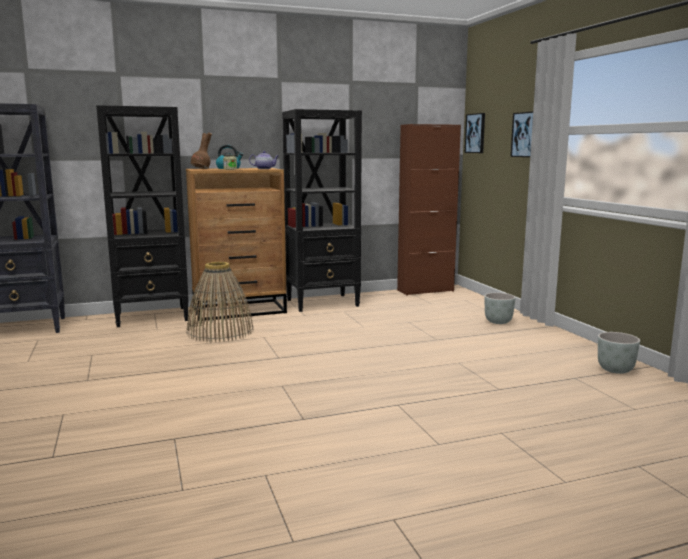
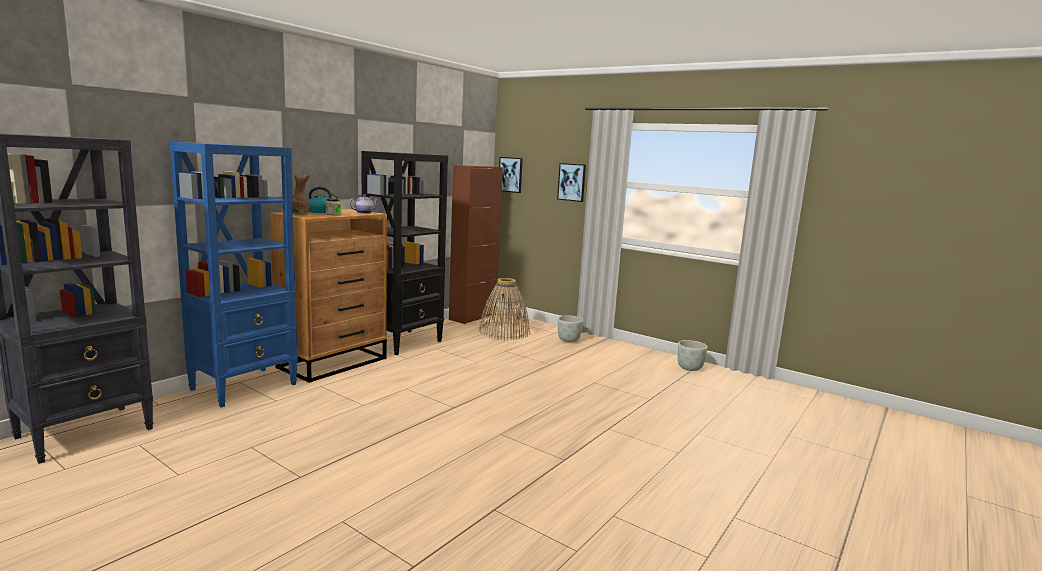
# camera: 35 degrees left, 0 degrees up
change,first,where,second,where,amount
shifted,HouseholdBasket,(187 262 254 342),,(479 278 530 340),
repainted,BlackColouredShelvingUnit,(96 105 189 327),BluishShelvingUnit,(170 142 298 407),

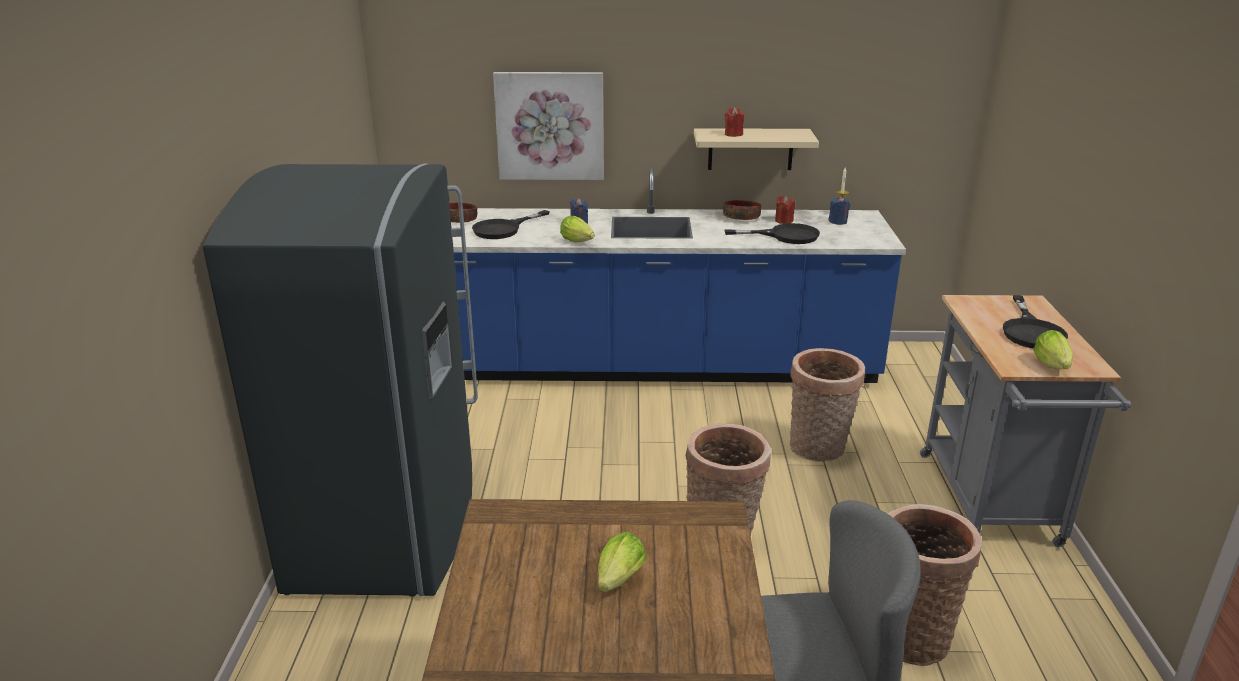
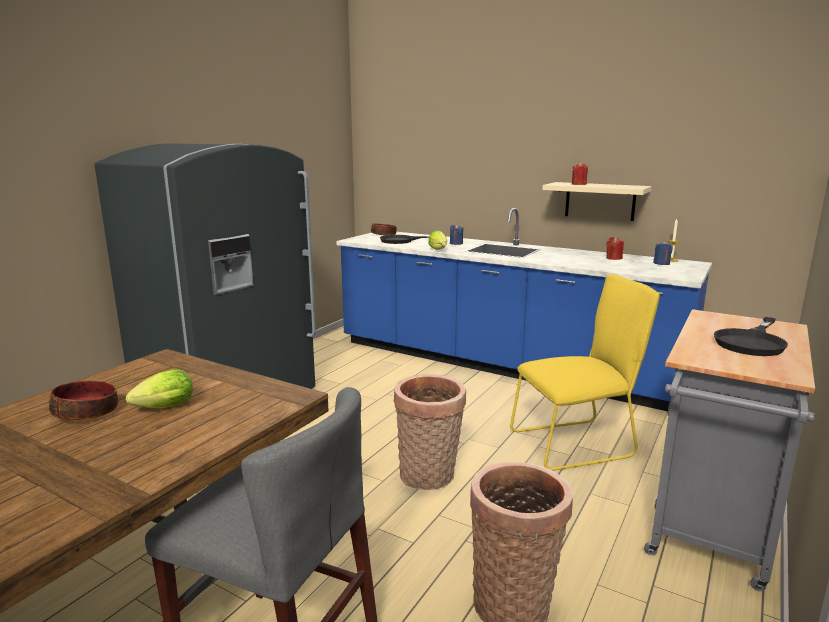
# camera: 30 degrees right, 10 degrees down
change,first,where,second,where,amount
gone,WallArt,(493 72 604 180),,,
gone,BlackColouredFryingPan,(724 223 820 244),,,
gone,HeadOfLettuce,(1033 330 1073 369),,,
shifted,DeepDish,(723 200 761 220),,(49 381 118 421),
swapped,HouseholdBasket,(790 348 865 462),YellowColouredUprightChair,(510 274 660 471),

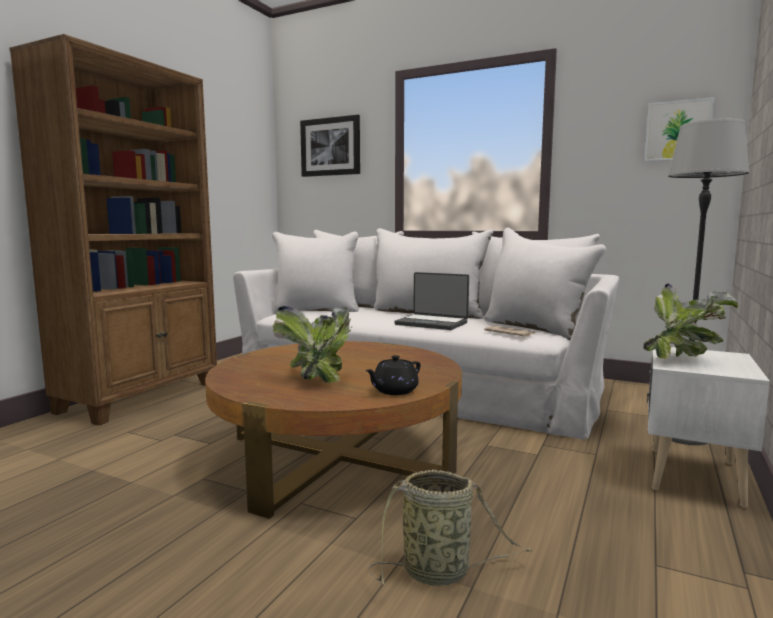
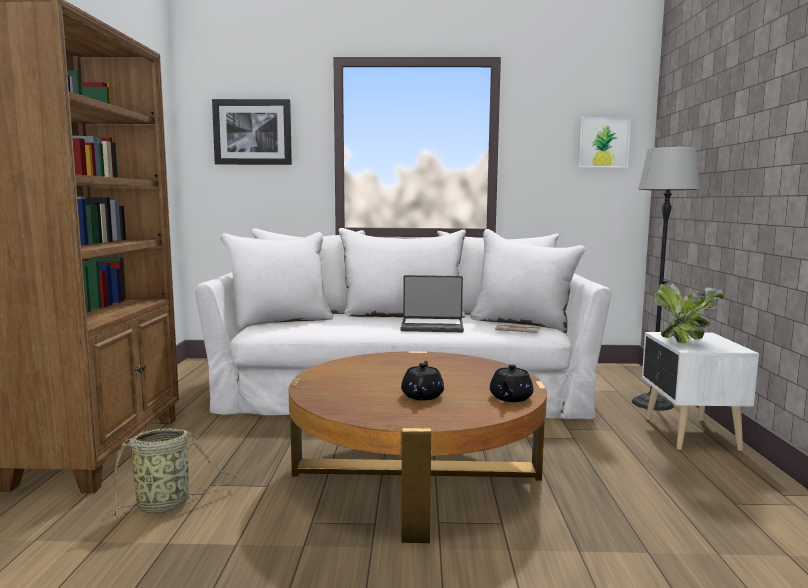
# camera: 25 degrees left, 0 degrees up
change,first,where,second,where,amount
shifted,HouseholdBasket,(368 469 532 586),,(105 428 238 517),
swapped,PlantInAPot,(273 306 352 383),BlackColouredPotForTea,(401 361 444 400),

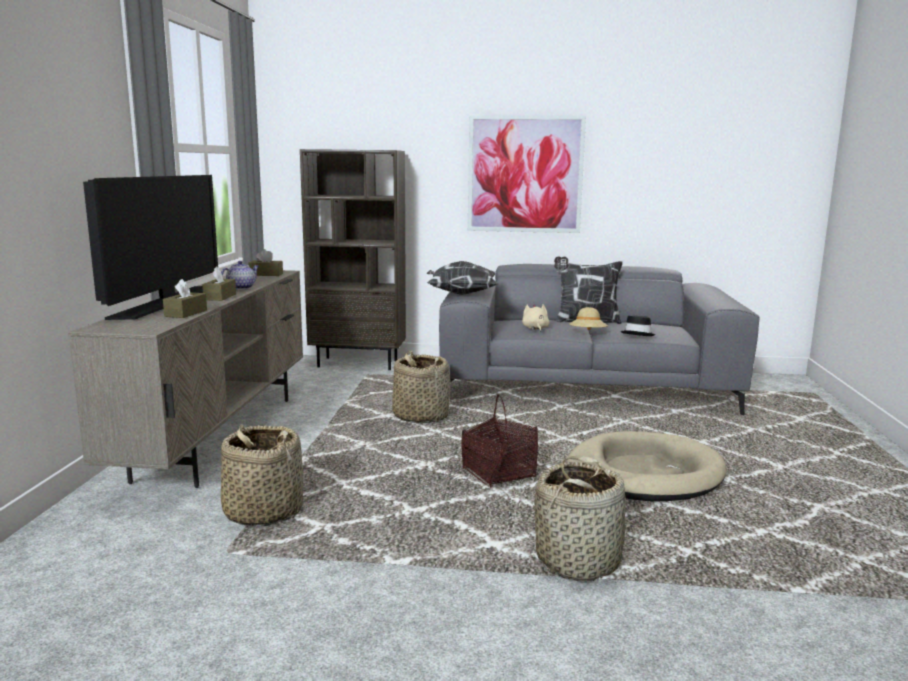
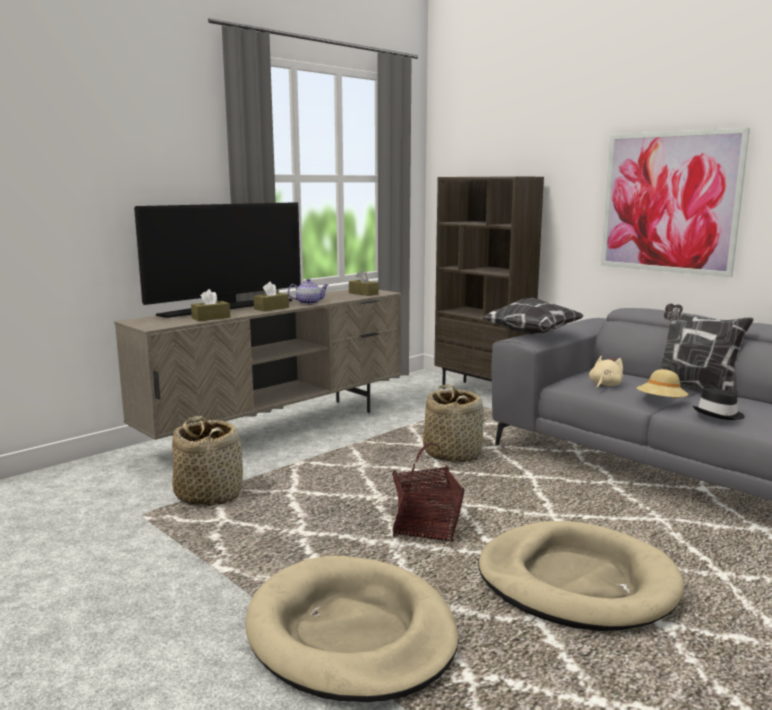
# camera: 40 degrees right, 0 degrees up
change,first,where,second,where,amount
swapped,HouseholdBasket,(535 455 626 581),SandColouredDogBed,(245 555 459 702),

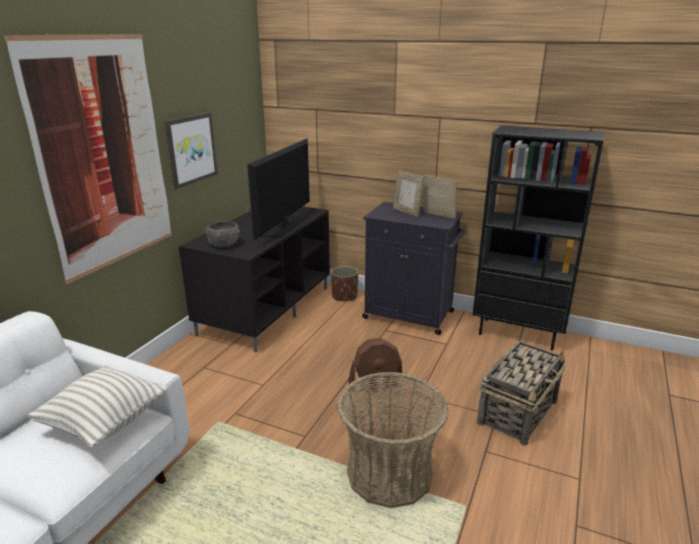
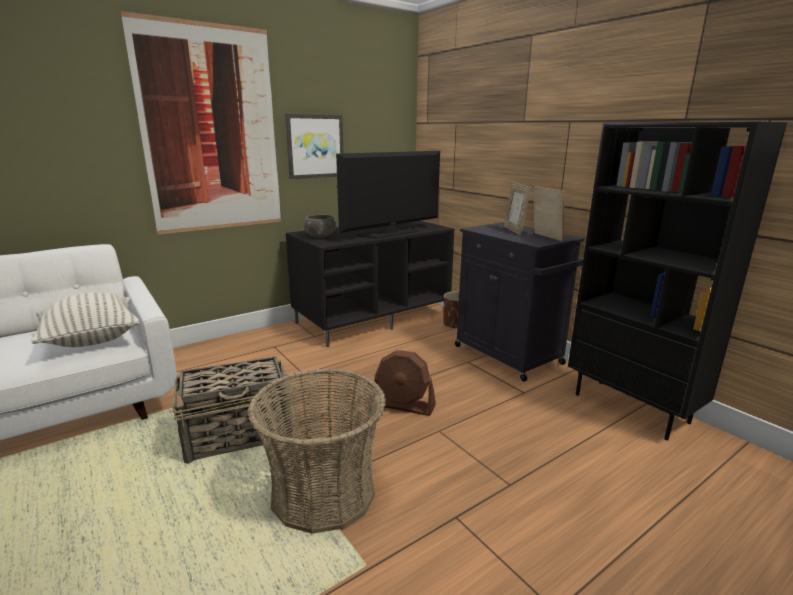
# camera: 30 degrees right, 5 degrees down
change,first,where,second,where,amount
shifted,HouseholdBasket,(477 341 566 446),,(172 356 293 464),

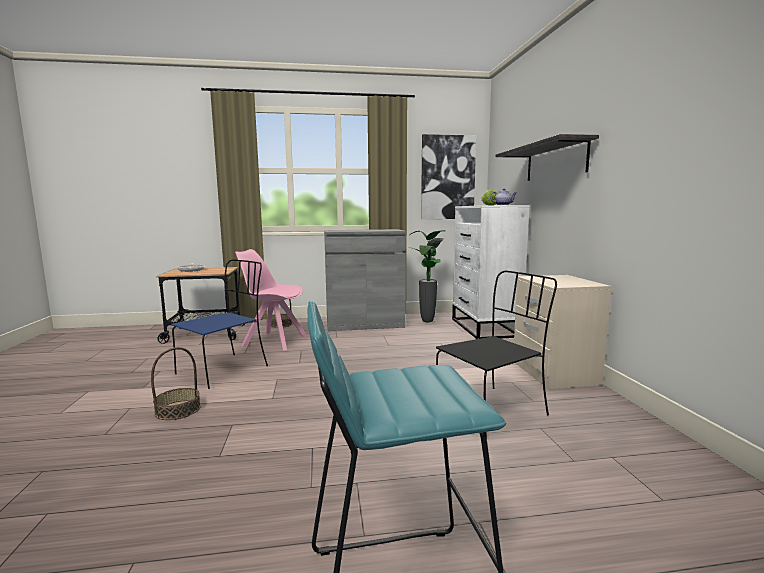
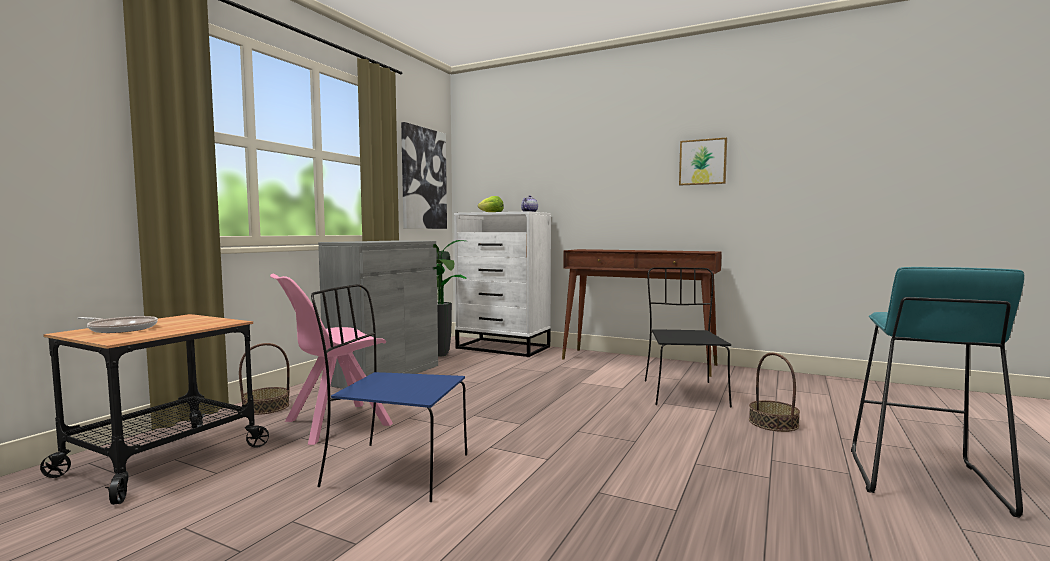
# camera: 55 degrees left, 5 degrees down
change,first,where,second,where,amount
gone,BracketShelf,(495 134 599 181),,,
new,,,WallArt,(679 137 727 185),
shifted,HouseholdBasket,(151 347 201 420),,(749 353 800 432),
swapped,SandColouredBedsideTable,(514 275 611 389),BrownColouredConsoleTable,(562 249 722 377),
rotated,BluishUprightChair,(171 259 268 389),,(311 284 467 502),60 degrees counterclockwise

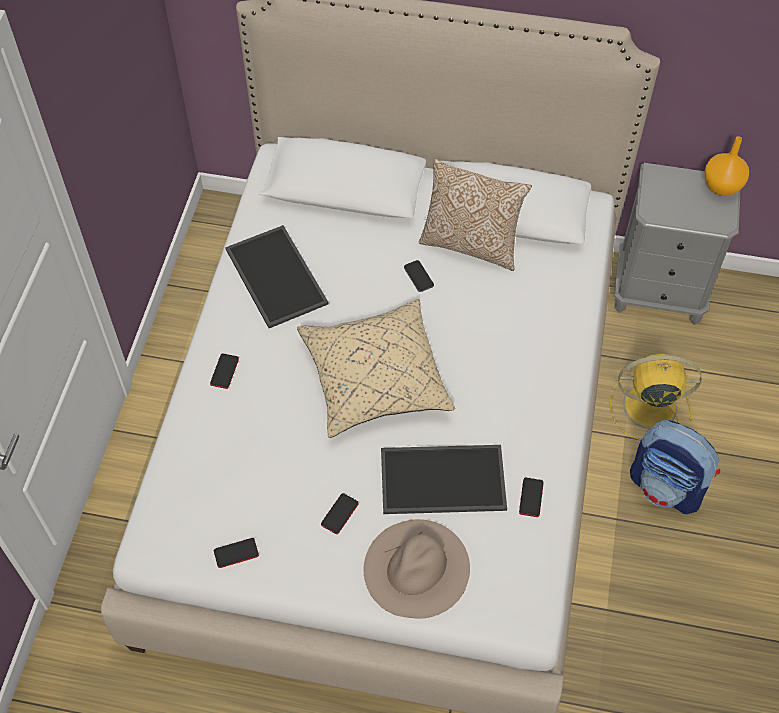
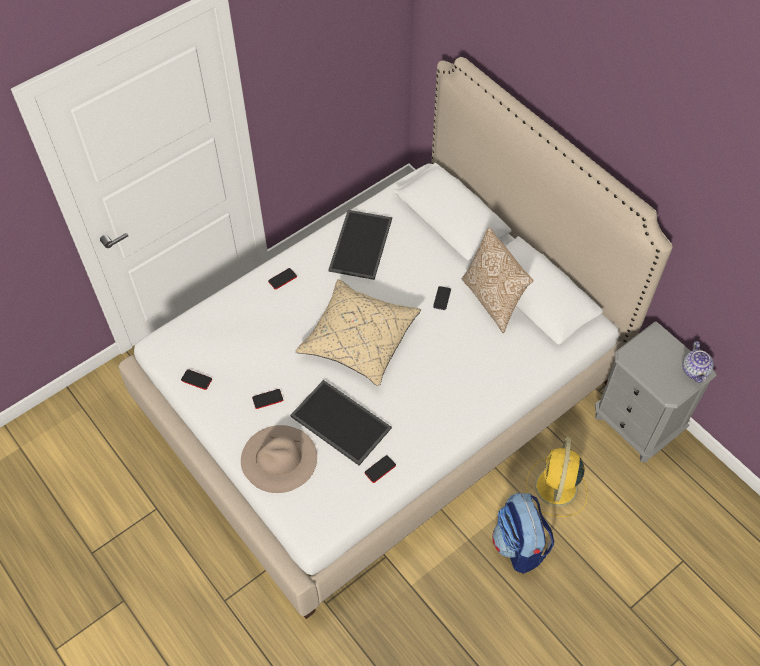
# camera: 40 degrees right, 0 degrees up
change,first,where,second,where,amount
swapped,OrangeColouredDecorativeVase,(704 136 749 196),PotForTea,(682 341 714 383),
rotated,YellowColouredElectricFan,(610 354 702 440),,(526 437 587 517),120 degrees counterclockwise

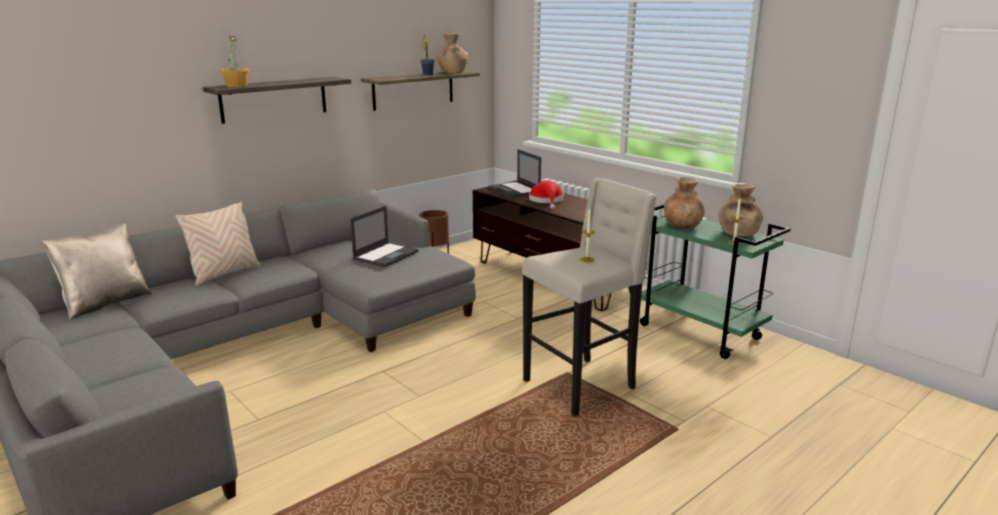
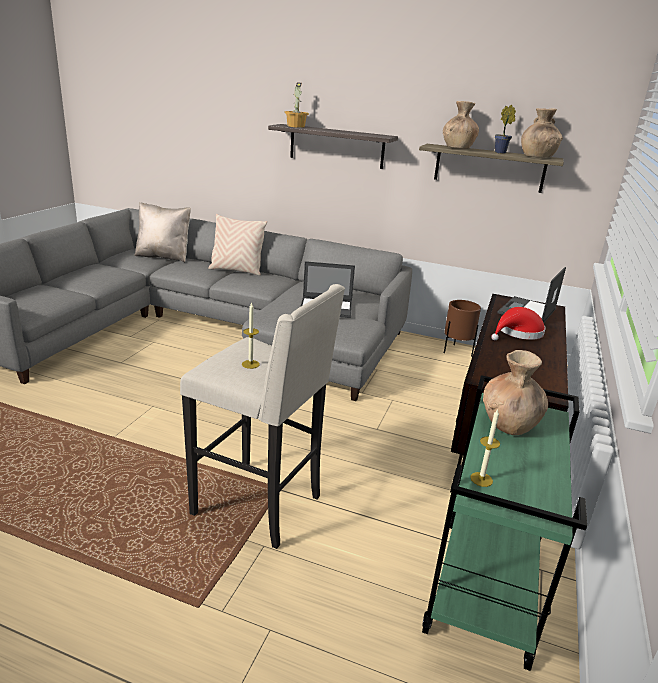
# camera: 60 degrees right, 5 degrees up
change,first,where,second,where,amount
shifted,BrownColouredDecorativeVase,(718 184 763 236),,(443 101 479 149),

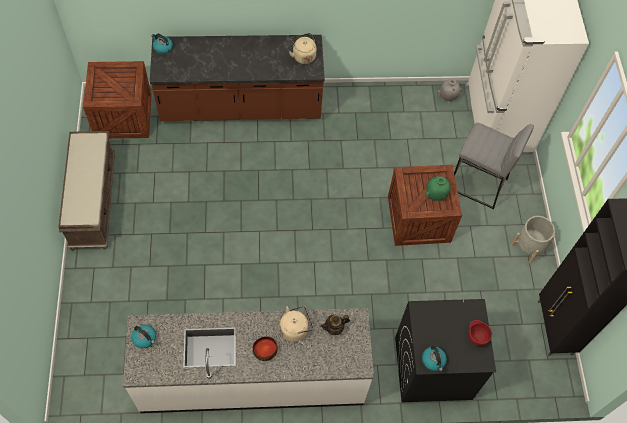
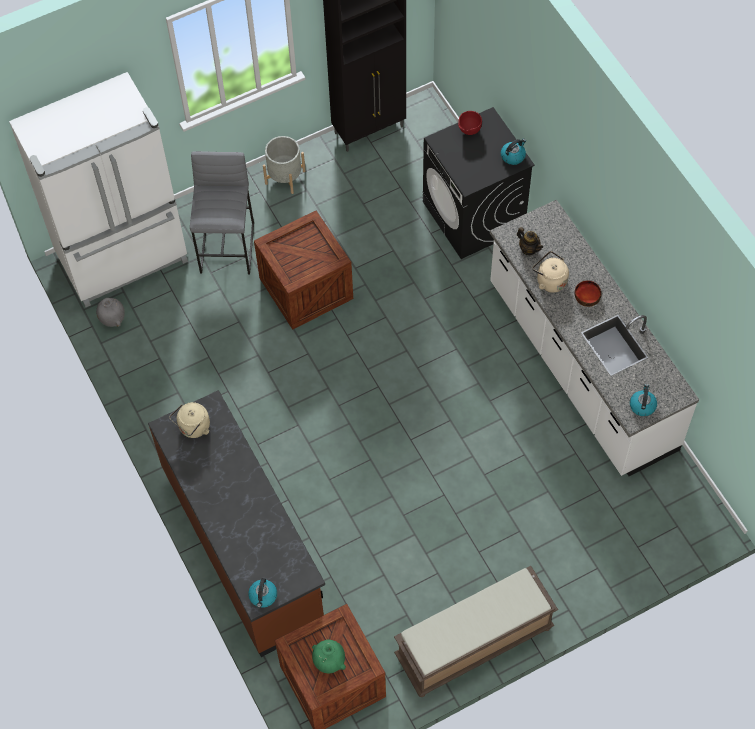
# camera: 110 degrees left, 0 degrees up
change,first,where,second,where,amount
shifted,GreenishDecorativeVase,(425 176 451 201),,(312 640 346 673),

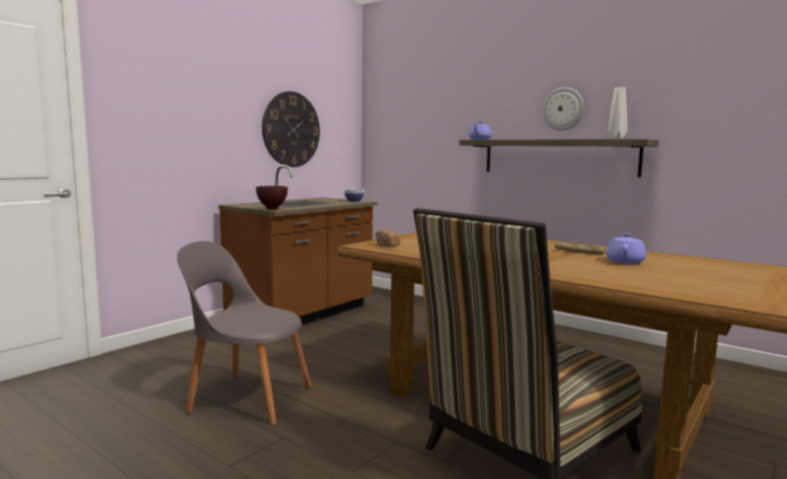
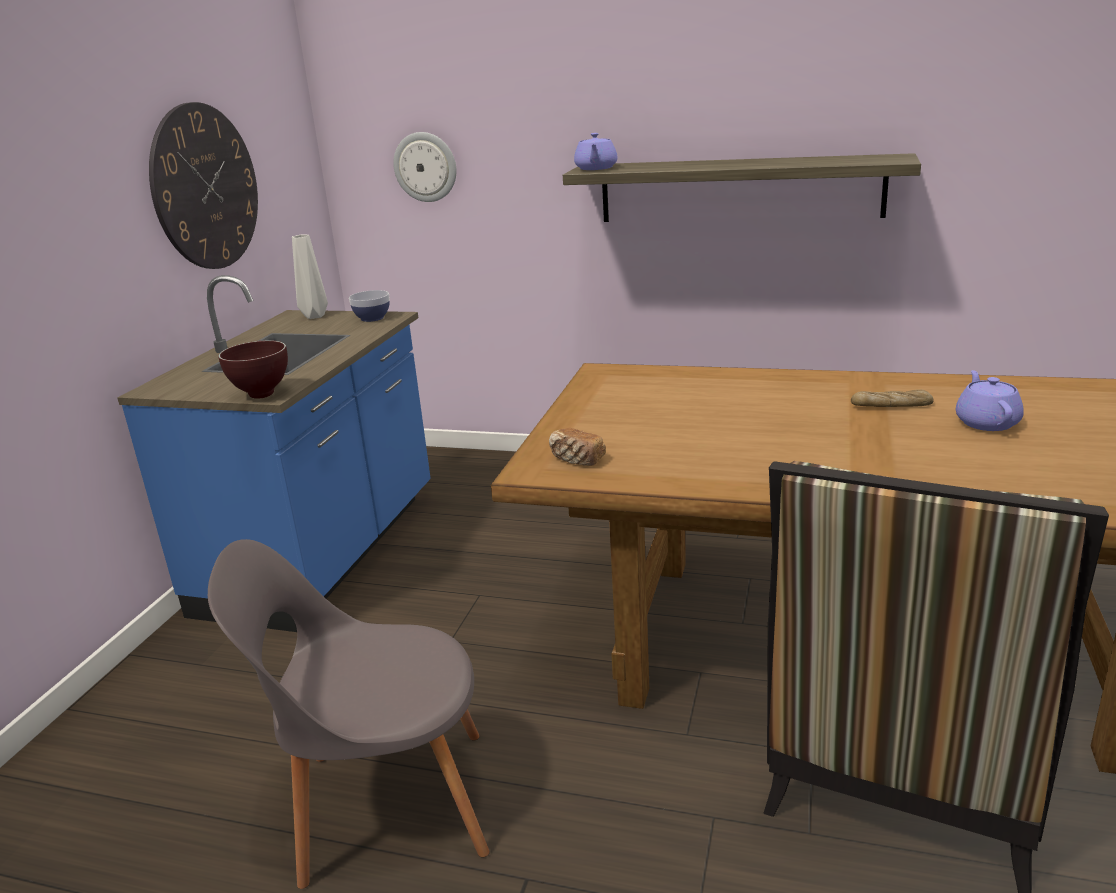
# camera: 20 degrees left, 15 degrees up
change,first,where,second,where,amount
shifted,HangingClock,(543 87 584 131),,(393 132 456 202),
shifted,GreyishDecorativeVase,(608 87 628 139),,(292 235 328 319),
repainted,BrownColouredCounter,(218 165 377 325),BluishCounter,(117 275 431 632),

